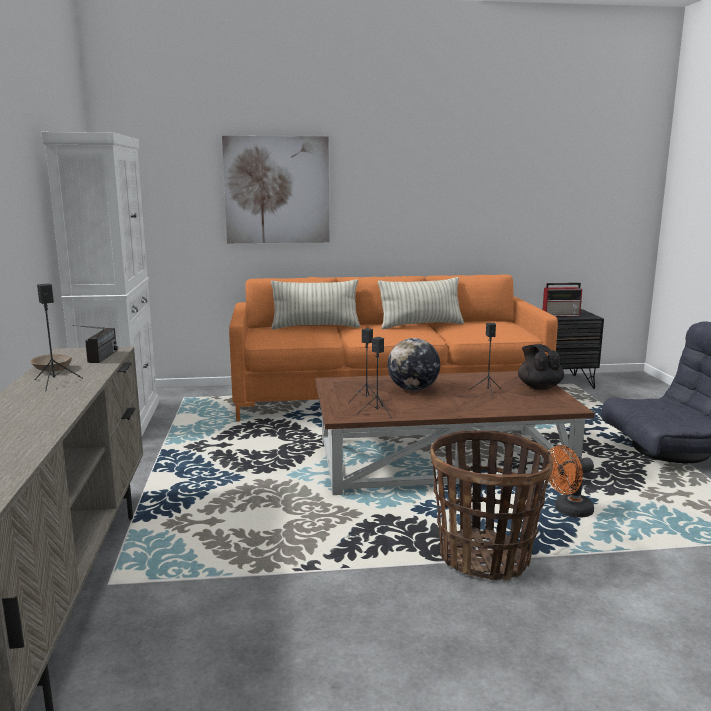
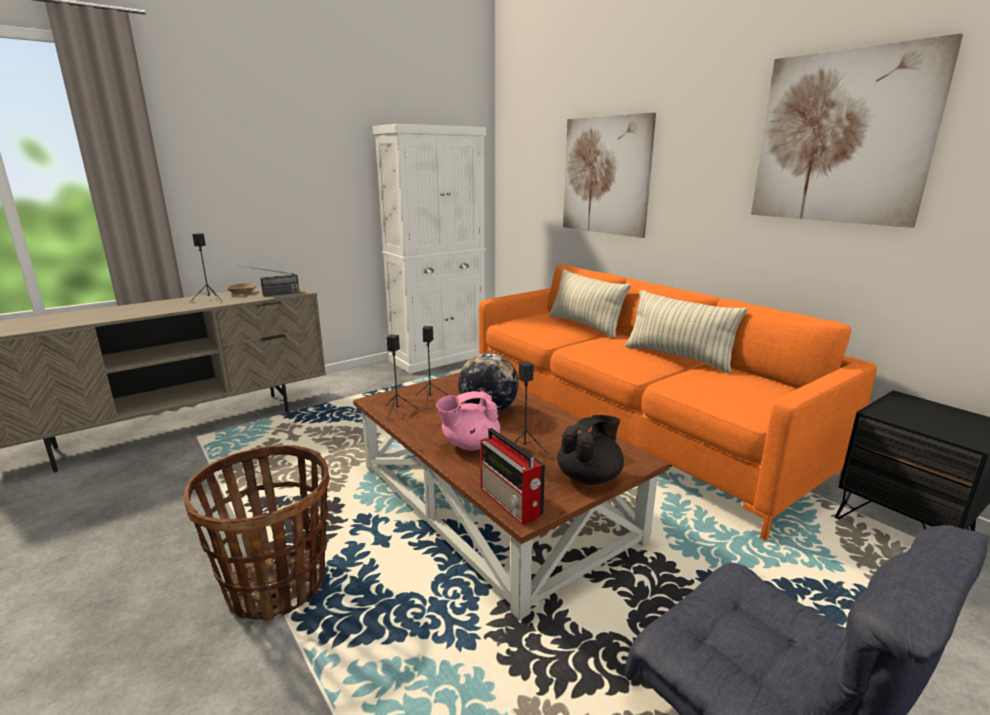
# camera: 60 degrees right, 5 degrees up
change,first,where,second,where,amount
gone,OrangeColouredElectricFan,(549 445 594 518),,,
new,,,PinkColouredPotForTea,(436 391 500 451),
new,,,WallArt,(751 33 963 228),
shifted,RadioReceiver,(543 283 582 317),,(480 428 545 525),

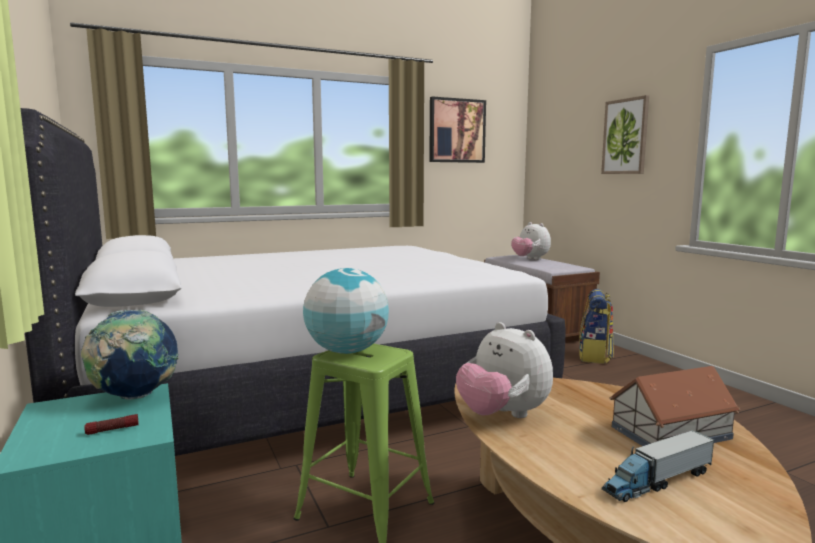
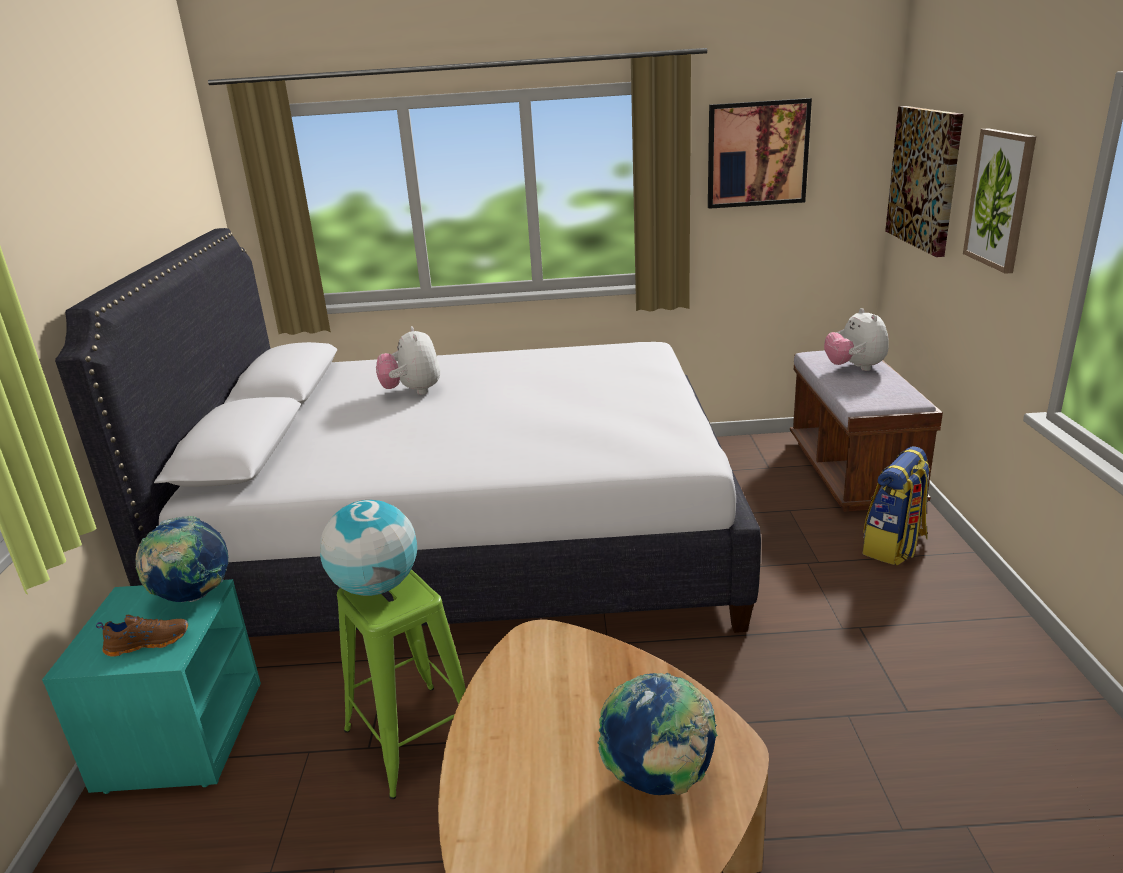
# camera: 25 degrees right, 15 degrees up
change,first,where,second,where,amount
gone,ToyLorry,(602 430 714 502),,,
new,,,WallArt,(885 106 964 257),
shifted,SoftToy,(456 322 553 418),,(376 326 440 395),
swapped,Torch,(84 414 139 435),BrownColouredItemOfFootwear,(96 615 188 657),
swapped,ModelHouse,(609 366 740 446),Globe,(598 673 718 795),

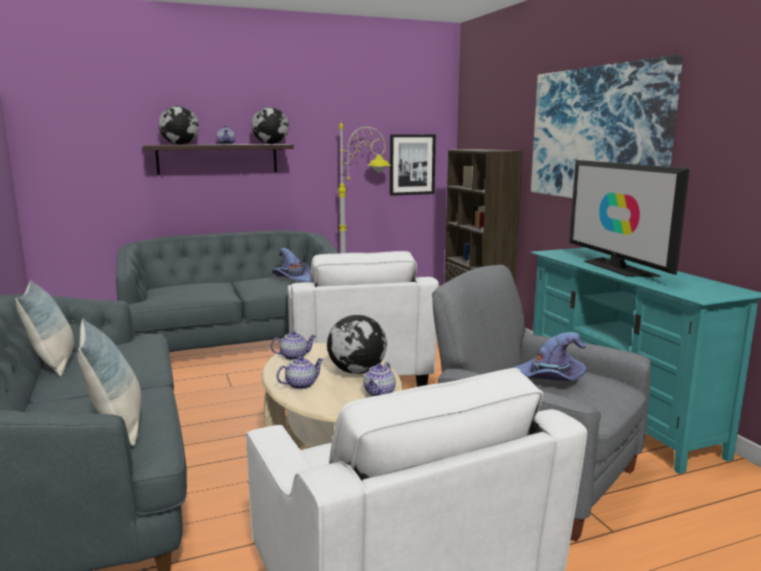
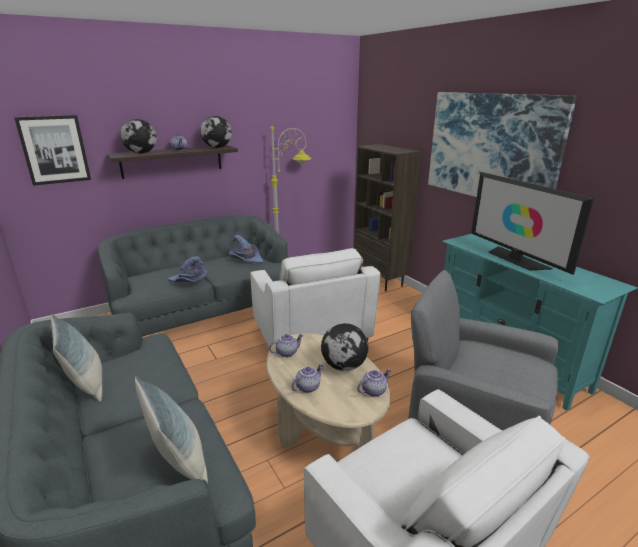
# camera: 10 degrees left, 10 degrees up
change,first,where,second,where,amount
shifted,WallArt,(390 134 436 196),,(14 115 91 186),
shifted,PurplishClothingHat,(509 332 586 381),,(168 256 208 282),
rotated,PotForTea,(364 362 396 397),,(357 369 391 397),135 degrees counterclockwise

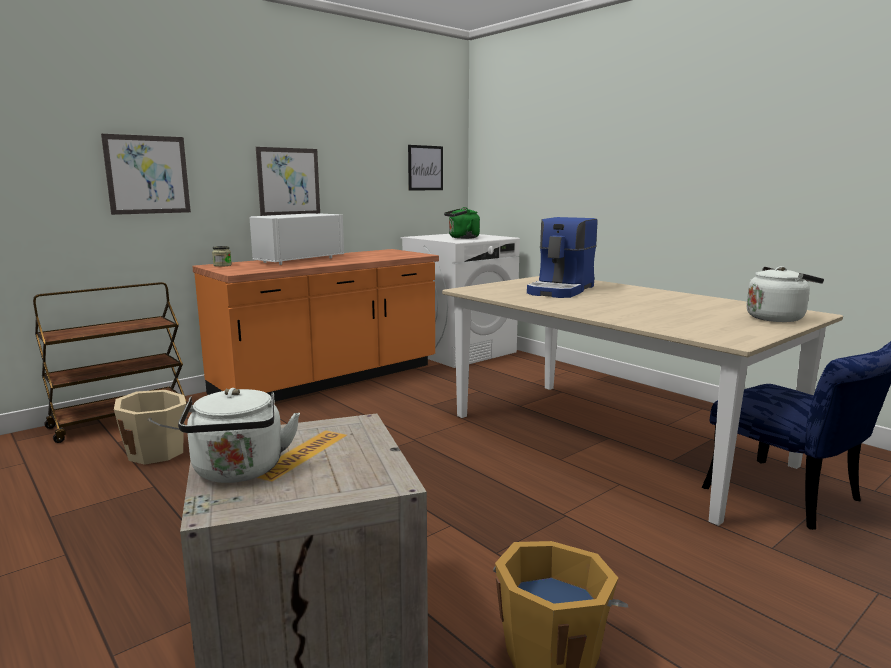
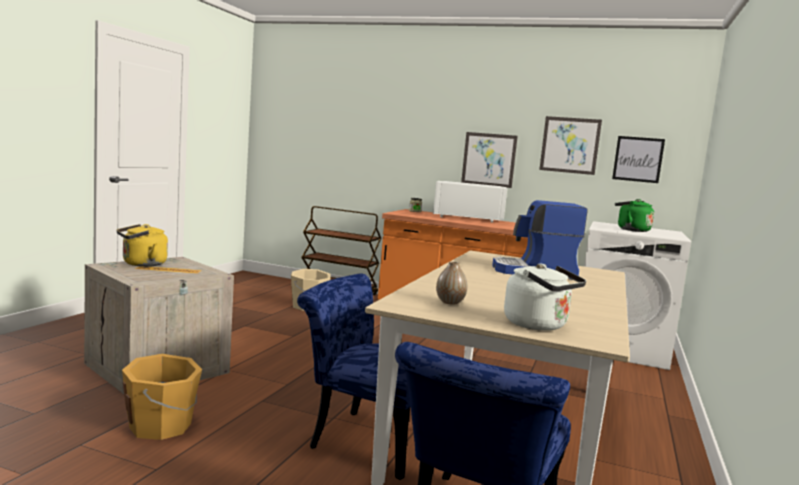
# camera: 60 degrees right, 5 degrees down
change,first,where,second,where,amount
new,,,BluishUprightChair,(297 273 410 480),
new,,,DecorativeVase,(436 261 467 305),
shifted,WallArt,(101 134 191 215),,(539 116 602 175),
repainted,WhitishTeaKettle,(178 388 300 483),YellowColouredTeaKettle,(116 224 168 267),

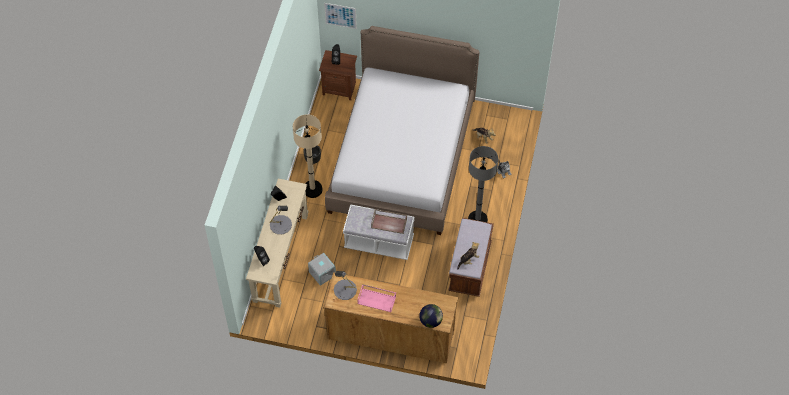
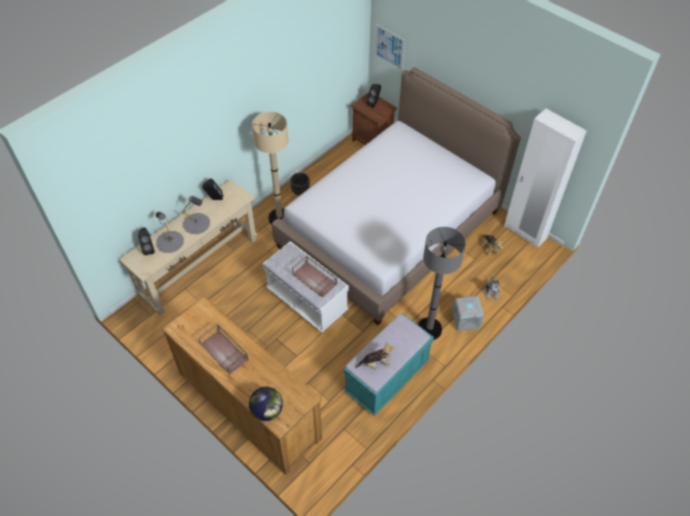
# camera: 30 degrees right, 5 degrees down
change,first,where,second,where,amount
new,,,WhitishClothesCupboard,(504 109 587 248),
shifted,GreyishStorageBin,(308 253 336 286),,(452 295 484 331),
shifted,GreyishTableLamp,(334 271 357 300),,(156 212 184 253),
repainted,PinkColouredTray,(357 284 396 312),BrownColouredTray,(199 323 249 375),
repainted,BrownColouredBench,(448 218 494 297),TurquoiseBench,(344 313 434 416),

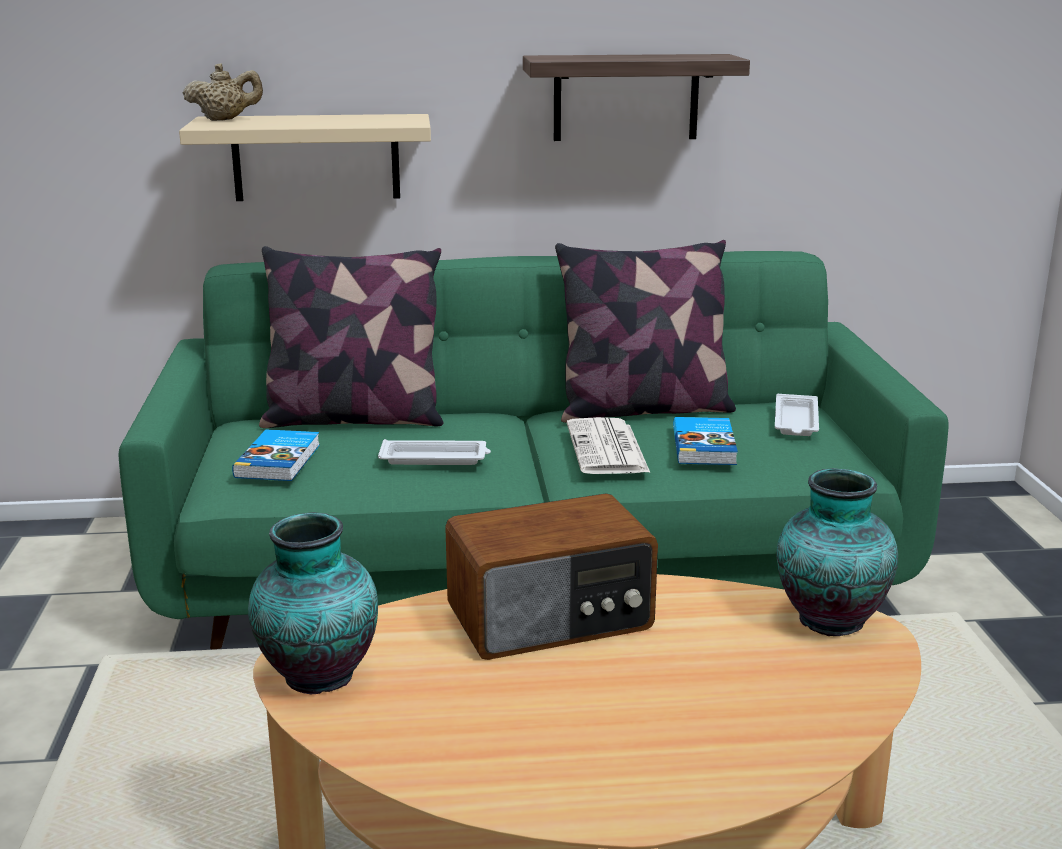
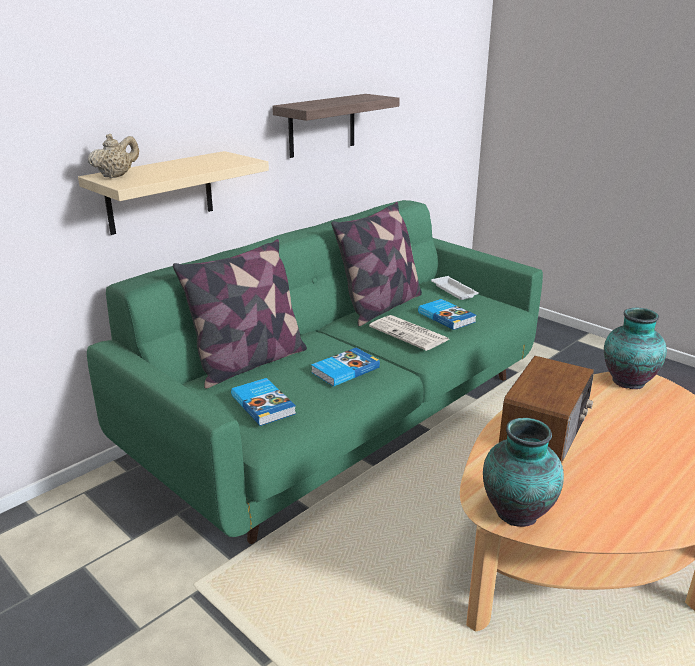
# camera: 40 degrees left, 5 degrees up
change,first,where,second,where,amount
swapped,WhitishTray,(378 439 491 465),BoundBook,(311 347 380 387),

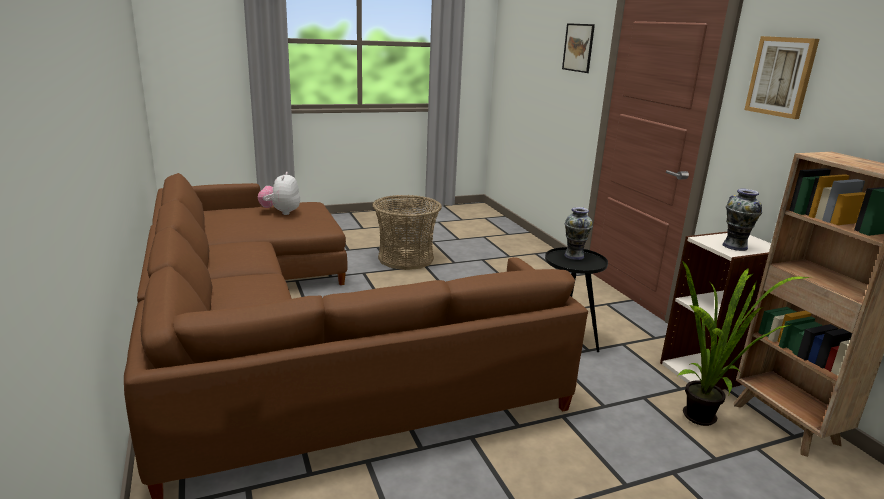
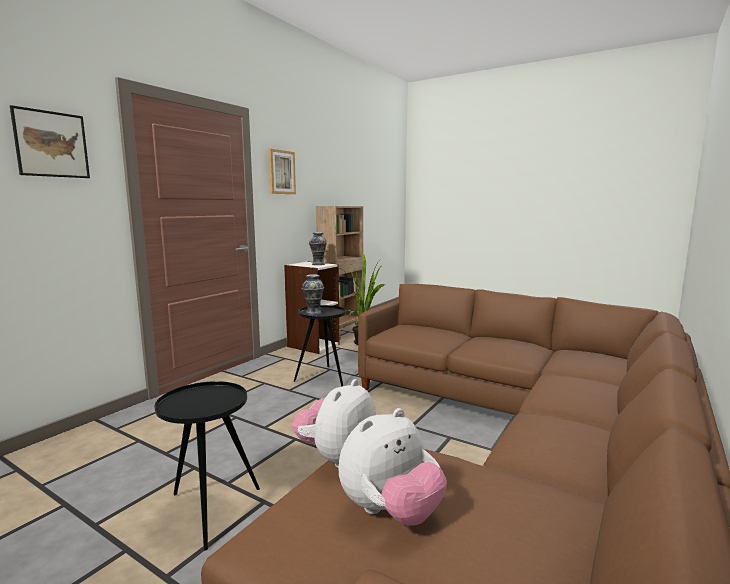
# camera: 125 degrees left, 10 degrees down
change,first,where,second,where,amount
new,,,SoftToy,(292 379 376 468),
swapped,HouseholdBasket,(372 195 442 270),BlackColouredSideTable,(155 381 260 551),

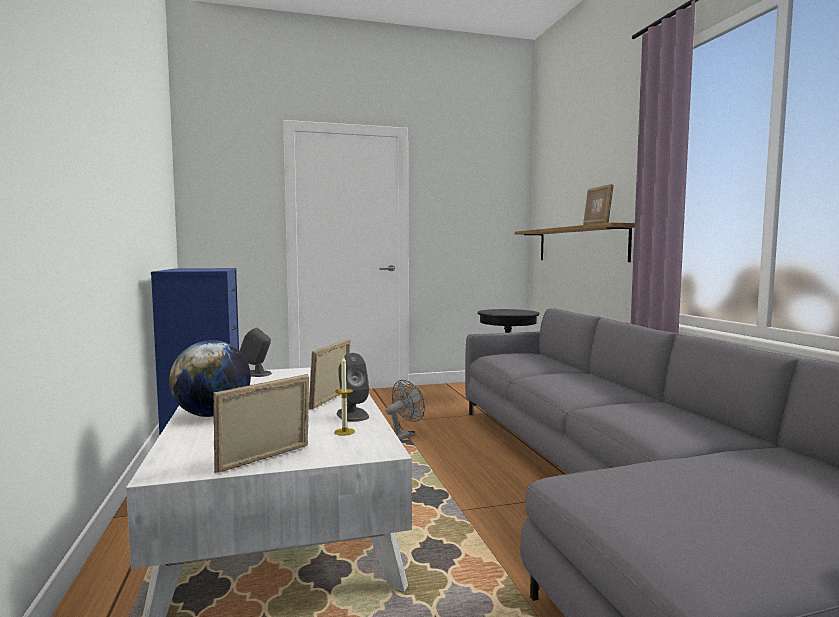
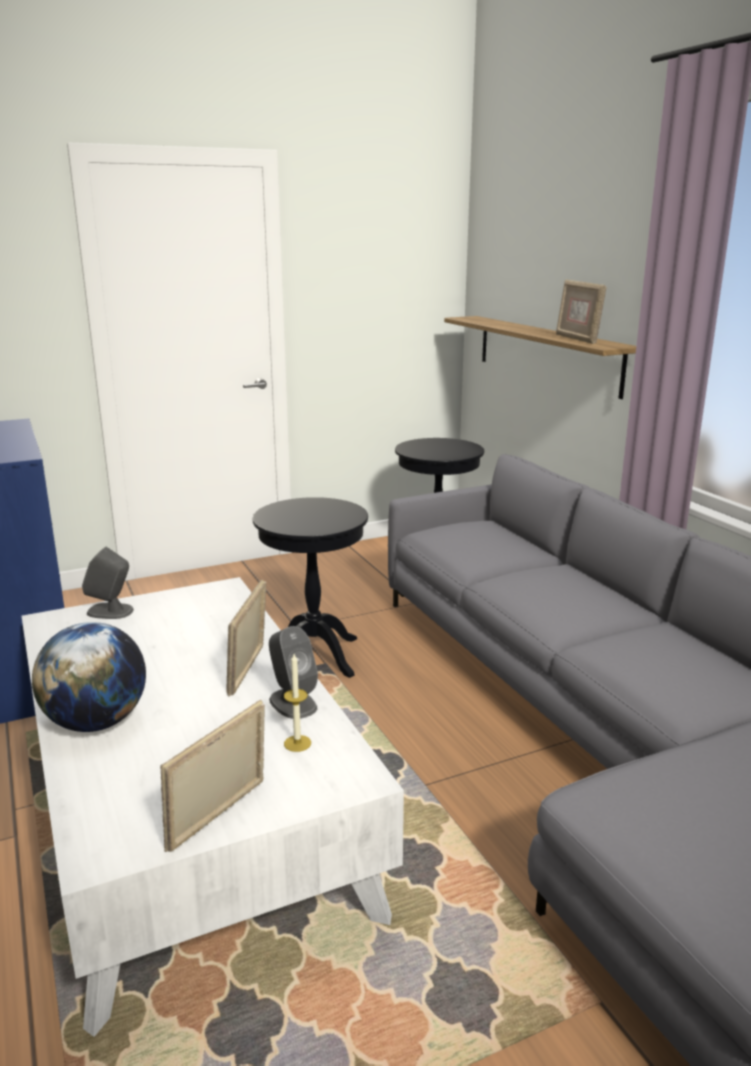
# camera: 10 degrees left, 15 degrees up
change,first,where,second,where,amount
swapped,GreyishElectricFan,(386 380 425 440),BlackColouredSideTable,(253 497 368 678),

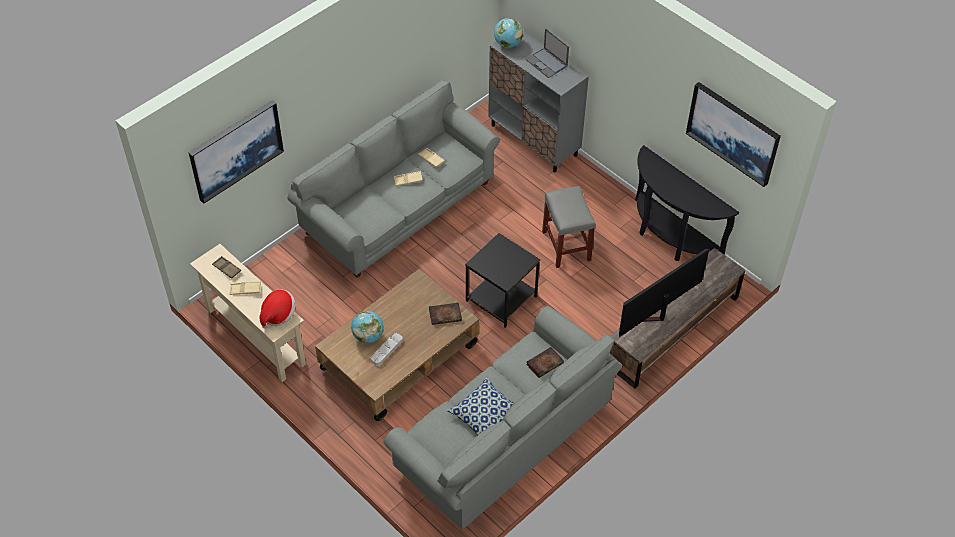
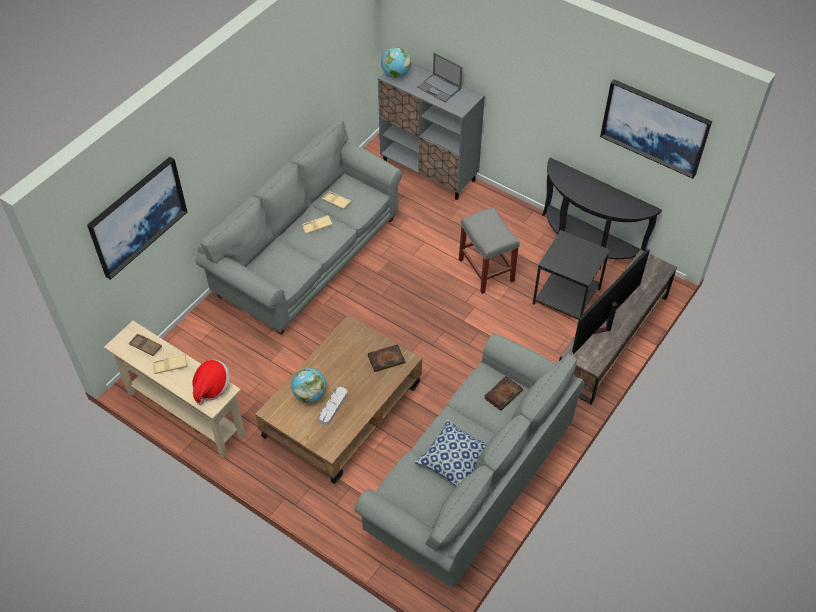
# camera: 10 degrees left, 0 degrees up
change,first,where,second,where,amount
shifted,BlackColouredSideTable,(465 233 540 328),,(533 230 610 320),

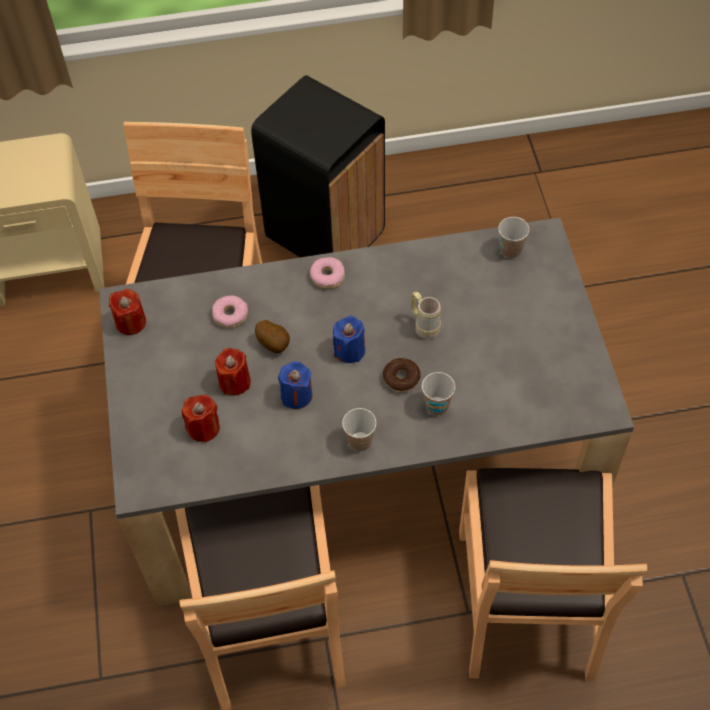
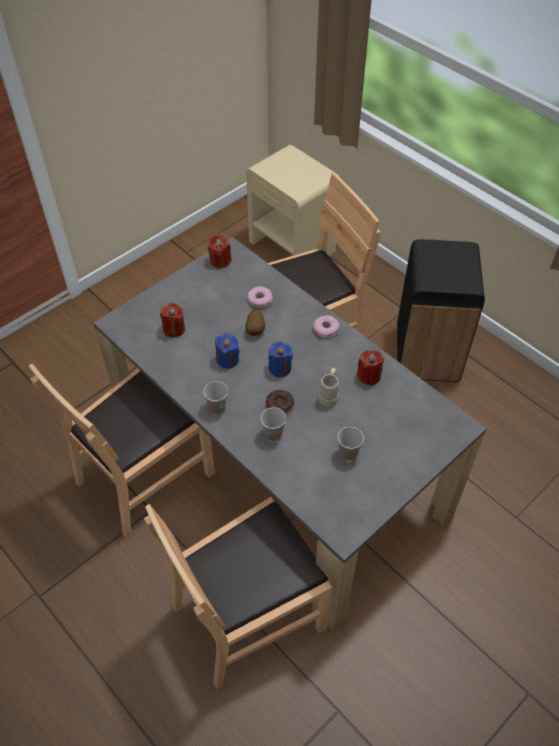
# camera: 55 degrees right, 5 degrees down
change,first,where,second,where,amount
shifted,RedWaxCandle,(215 348 251 395),,(357 350 384 386),
shifted,Cup,(498 217 529 259),,(338 427 364 461),

